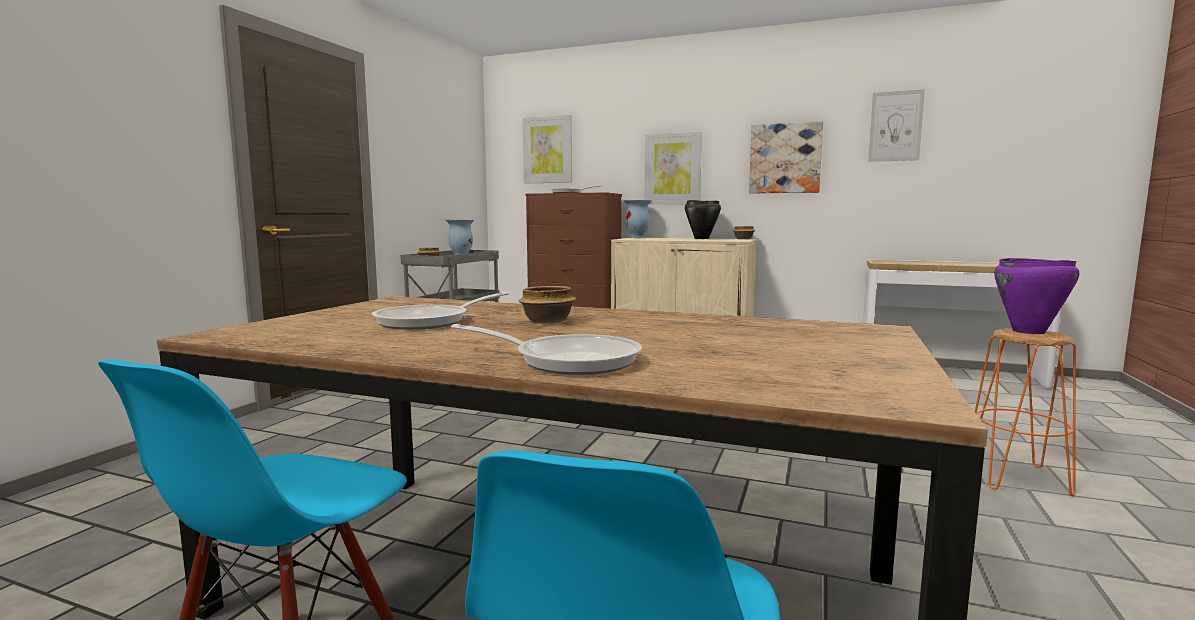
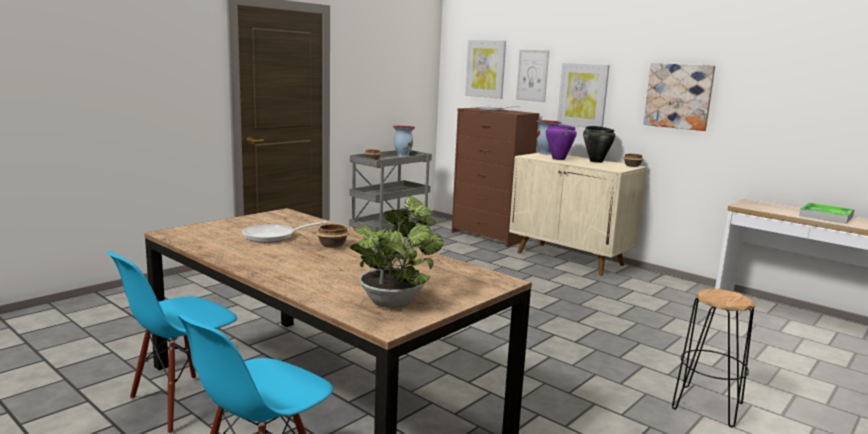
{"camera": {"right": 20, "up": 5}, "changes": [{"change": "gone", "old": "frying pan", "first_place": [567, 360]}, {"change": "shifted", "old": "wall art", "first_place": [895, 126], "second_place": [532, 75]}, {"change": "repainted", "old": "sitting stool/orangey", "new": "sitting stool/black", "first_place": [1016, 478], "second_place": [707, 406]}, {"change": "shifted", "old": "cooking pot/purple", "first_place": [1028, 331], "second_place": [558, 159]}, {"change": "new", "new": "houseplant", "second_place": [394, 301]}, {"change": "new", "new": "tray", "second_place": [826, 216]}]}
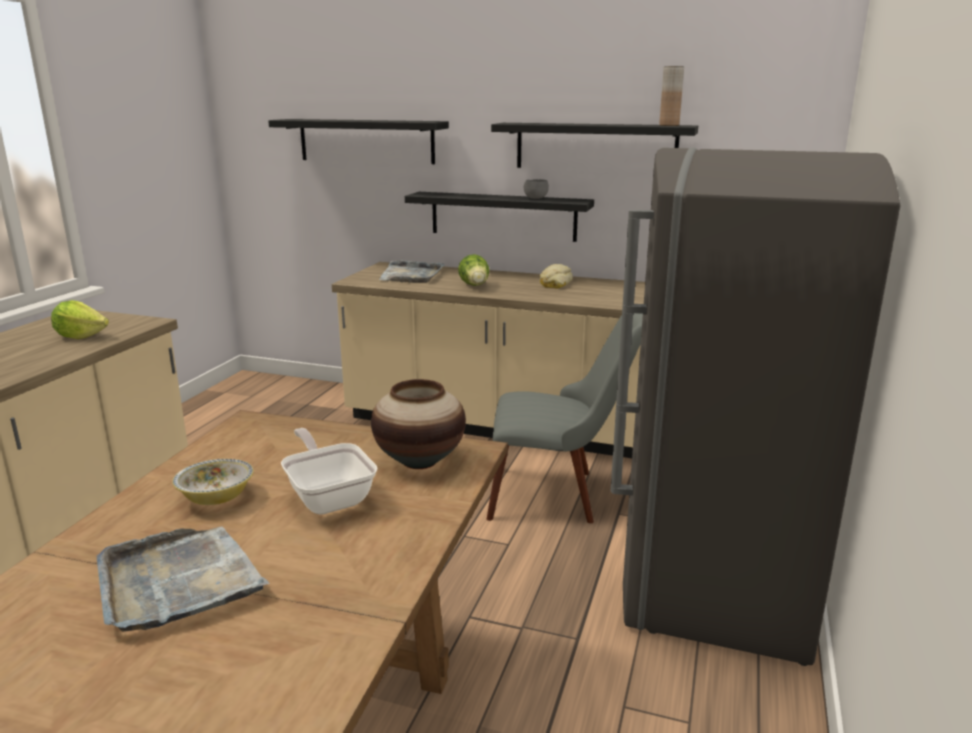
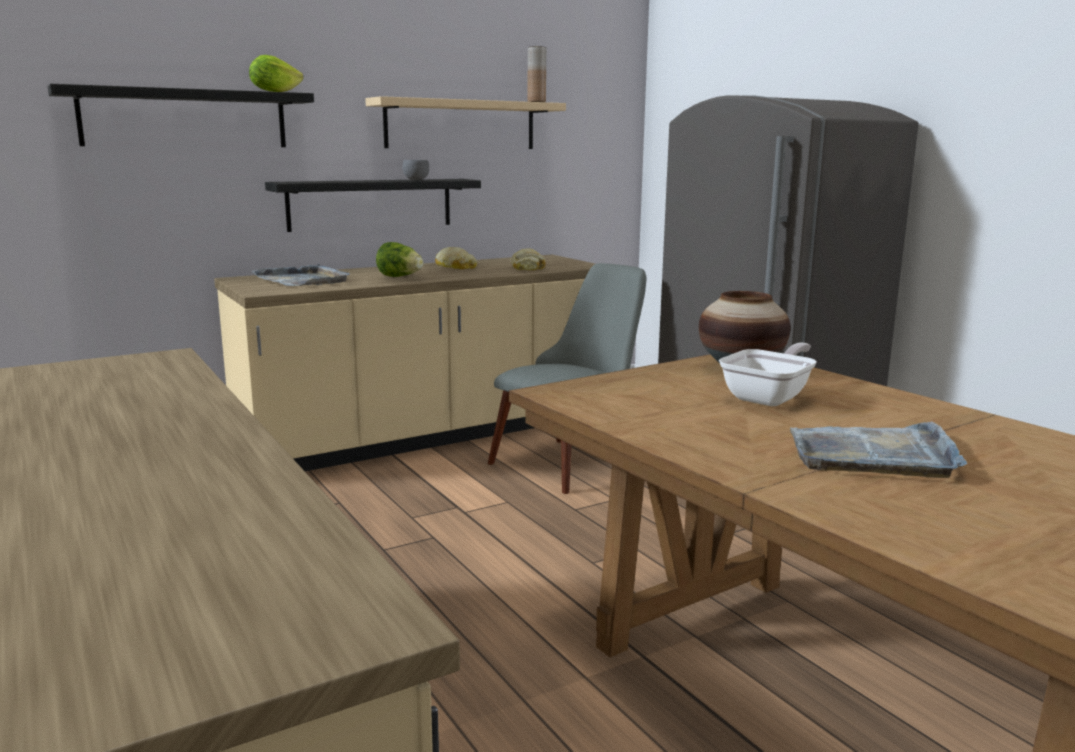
{"camera": {"right": -50, "up": -5}, "changes": [{"change": "shifted", "old": "lettuce", "first_place": [81, 336], "second_place": [274, 92]}, {"change": "gone", "old": "bowl", "first_place": [216, 498]}, {"change": "rotated", "old": "frying pan", "first_place": [329, 496], "second_place": [770, 397], "degrees": 120}, {"change": "repainted", "old": "bracket shelf/black", "new": "bracket shelf/sand-coloured", "first_place": [595, 147], "second_place": [461, 125]}, {"change": "new", "new": "bread", "second_place": [527, 267]}]}
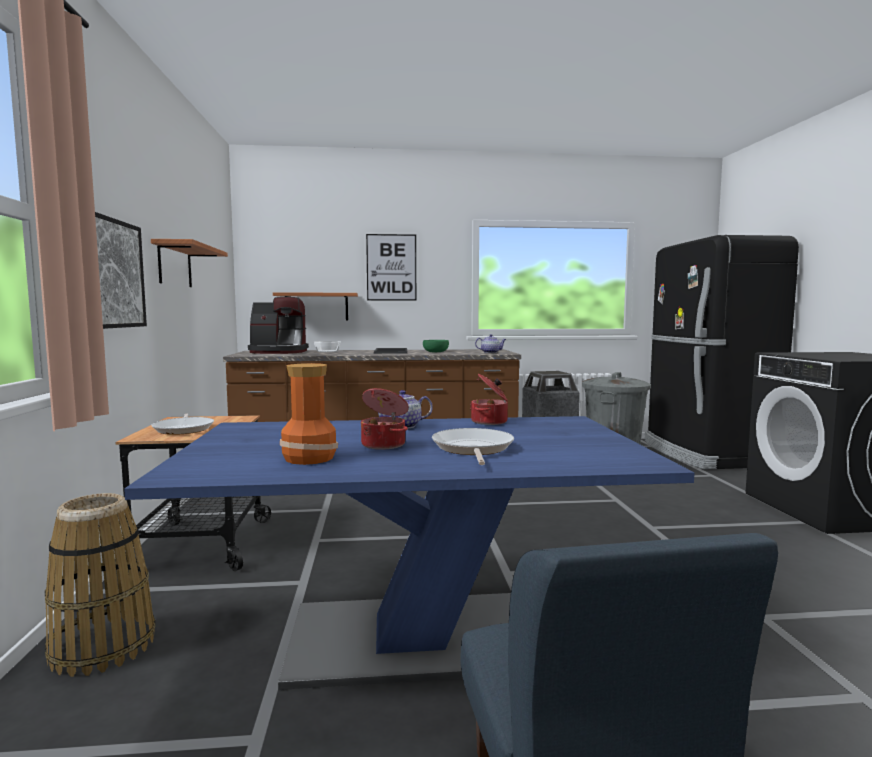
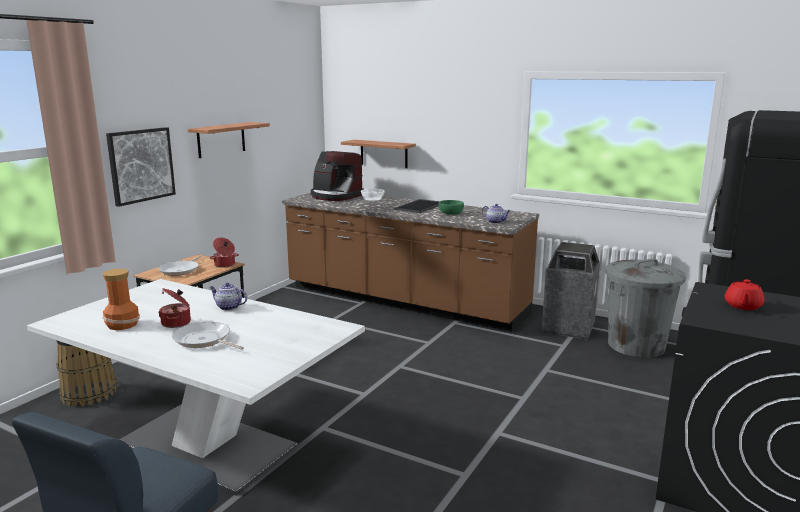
{"camera": {"right": 35, "up": 10}, "changes": [{"change": "repainted", "old": "kitchen table/blue-coloured", "new": "kitchen table/white", "first_place": [415, 638], "second_place": [207, 446]}, {"change": "gone", "old": "wall art", "first_place": [391, 267]}, {"change": "rotated", "old": "frying pan", "first_place": [472, 449], "second_place": [204, 340], "degrees": -90}, {"change": "shifted", "old": "cooking pot", "first_place": [490, 422], "second_place": [224, 265]}, {"change": "new", "new": "teapot/reddish", "second_place": [742, 306]}]}
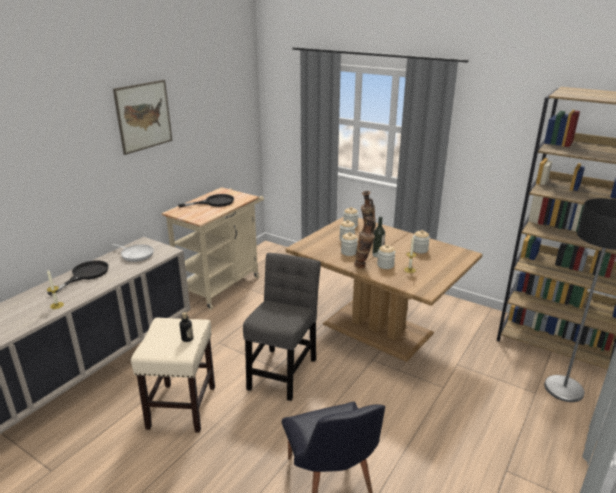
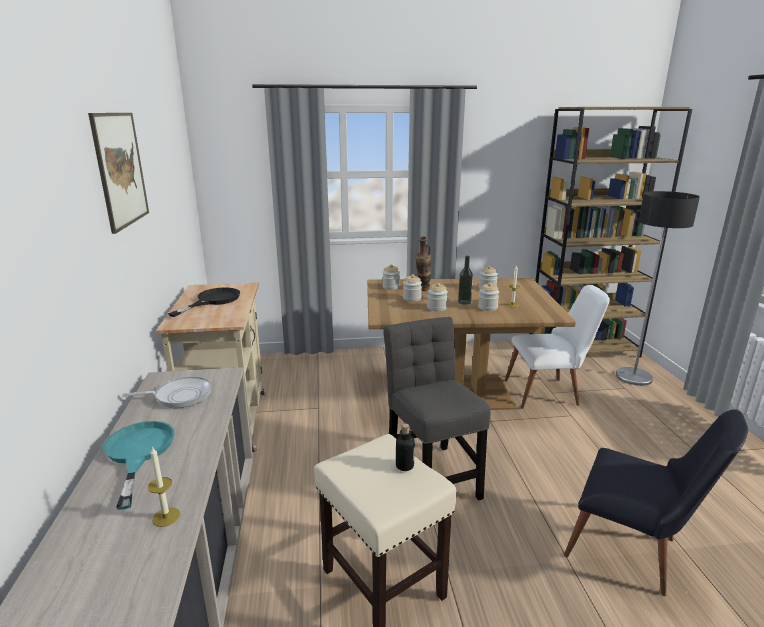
{"camera": {"right": -40, "up": -5}, "changes": [{"change": "repainted", "old": "frying pan/black", "new": "frying pan/turquoise", "first_place": [85, 275], "second_place": [138, 453]}, {"change": "gone", "old": "flower vase", "first_place": [363, 266]}, {"change": "new", "new": "chair/white", "second_place": [549, 393]}]}
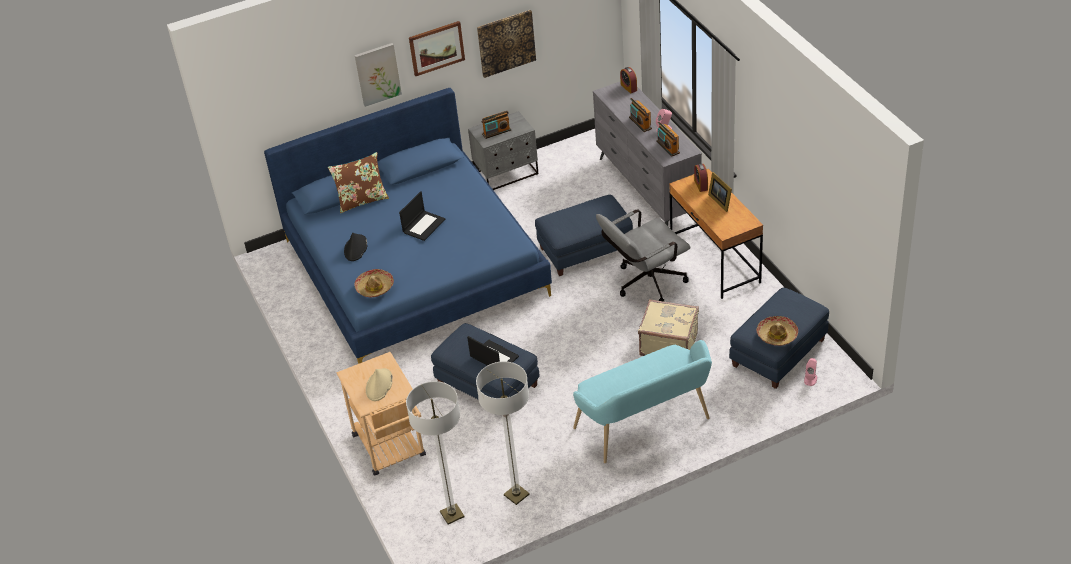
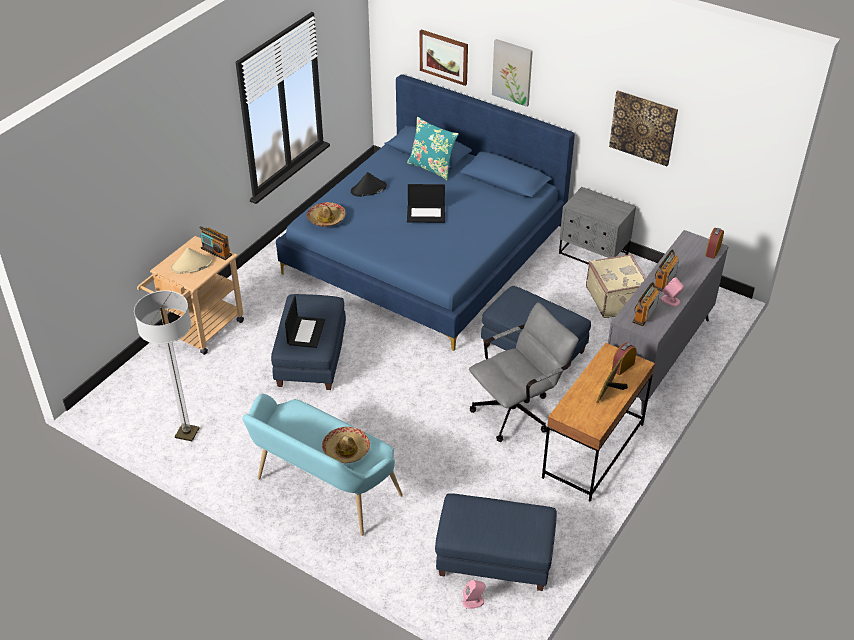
{"camera": {"right": 55, "up": 0}, "changes": [{"change": "repainted", "old": "cushion/brown-coloured", "new": "cushion/turquoise", "first_place": [362, 200], "second_place": [432, 167]}, {"change": "gone", "old": "standing lamp", "first_place": [452, 514]}, {"change": "shifted", "old": "wall art", "first_place": [436, 48], "second_place": [444, 57]}, {"change": "shifted", "old": "radio receiver", "first_place": [496, 132], "second_place": [216, 252]}, {"change": "rotated", "old": "office chair/grey", "first_place": [644, 284], "second_place": [518, 410], "degrees": 120}, {"change": "shifted", "old": "travel case/sand-coloured", "first_place": [668, 343], "second_place": [616, 299]}, {"change": "shifted", "old": "wearable hat", "first_place": [777, 335], "second_place": [346, 449]}]}
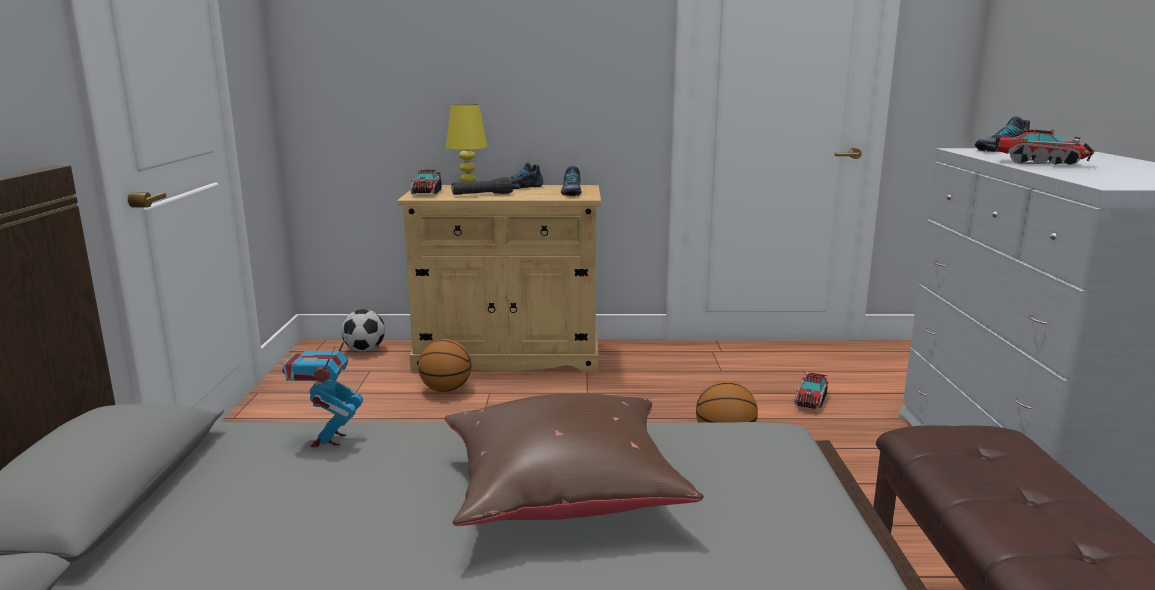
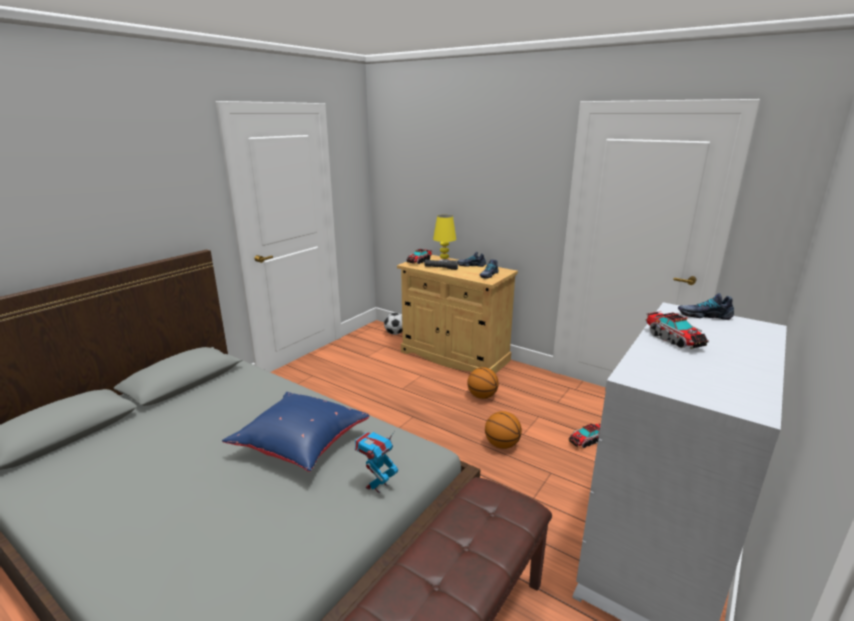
{"camera": {"right": 35, "up": 5}, "changes": [{"change": "shifted", "old": "toy robot", "first_place": [328, 440], "second_place": [377, 485]}, {"change": "shifted", "old": "ball for basketball", "first_place": [446, 389], "second_place": [482, 396]}, {"change": "repainted", "old": "cushion/brown-coloured", "new": "cushion/blue-coloured", "first_place": [564, 496], "second_place": [300, 445]}]}
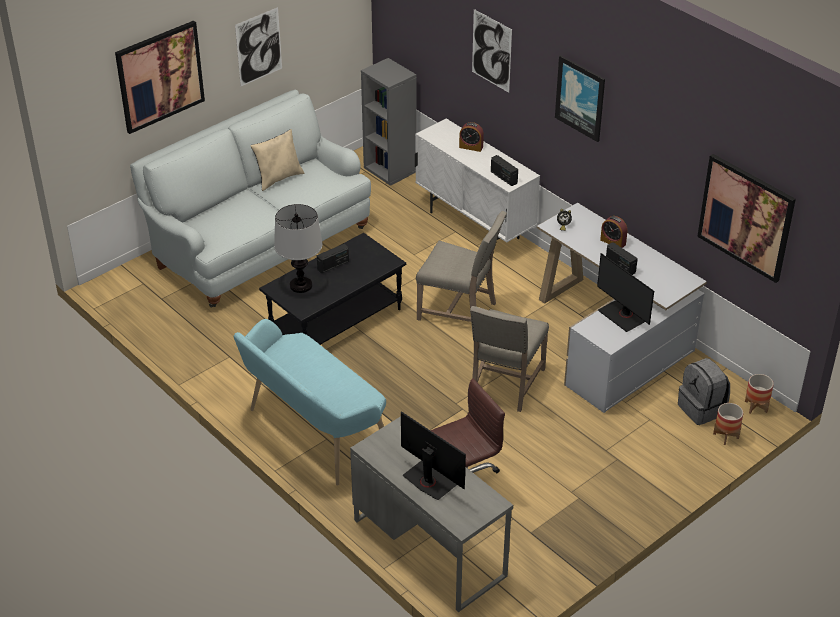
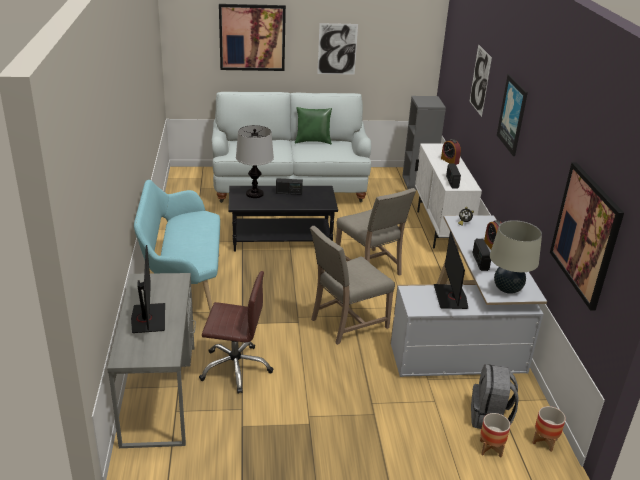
{"camera": {"right": 35, "up": -10}, "changes": [{"change": "repainted", "old": "cushion/sand-coloured", "new": "cushion/green", "first_place": [279, 178], "second_place": [313, 141]}, {"change": "new", "new": "lamp for a table/sand-coloured", "second_place": [507, 289]}]}
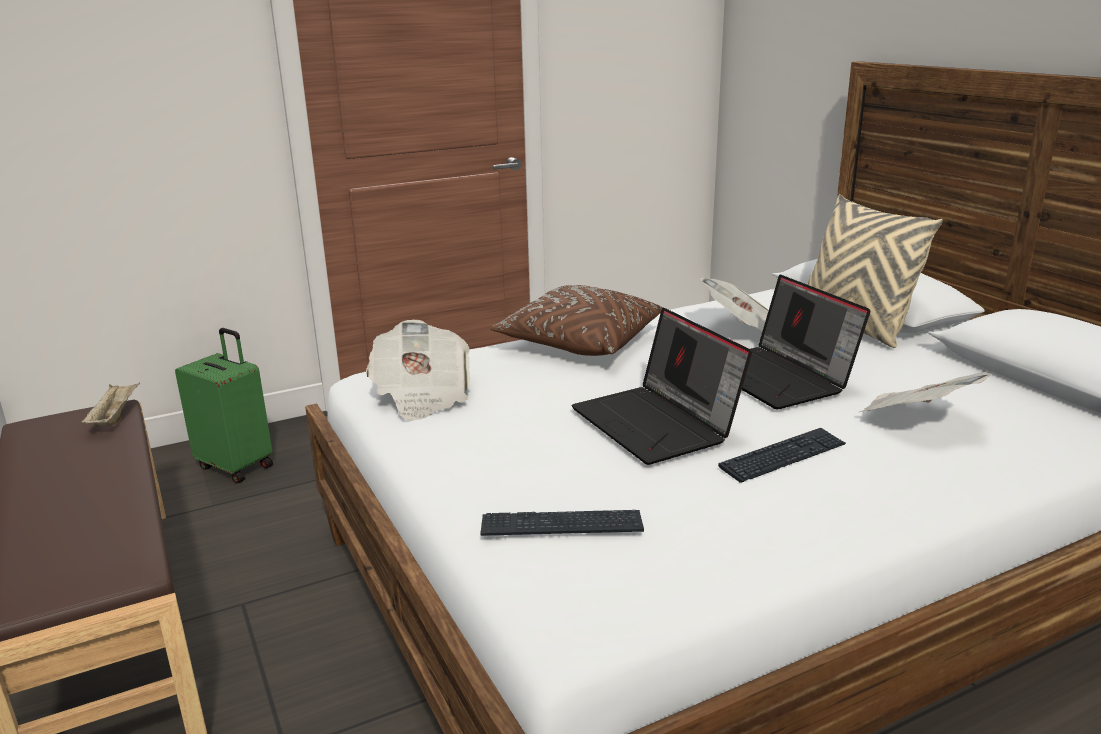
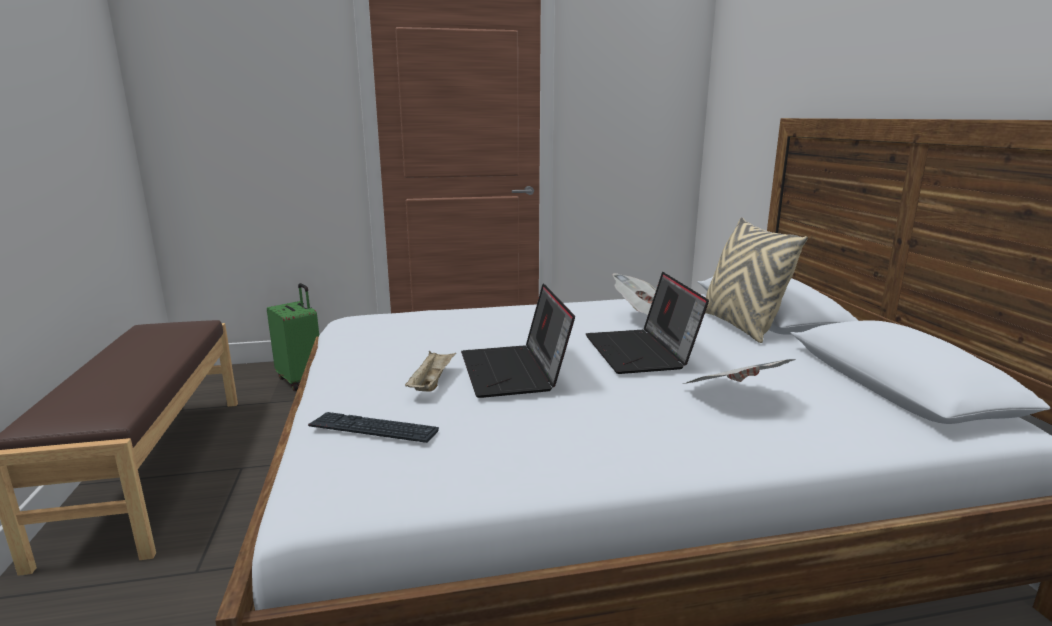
{"camera": {"right": 15, "up": -5}, "changes": [{"change": "shifted", "old": "tray/sand-coloured", "first_place": [114, 417], "second_place": [431, 383]}, {"change": "gone", "old": "daily paper", "first_place": [421, 396]}, {"change": "gone", "old": "cushion/brown-coloured", "first_place": [579, 343]}, {"change": "gone", "old": "keyboard", "first_place": [783, 457]}]}
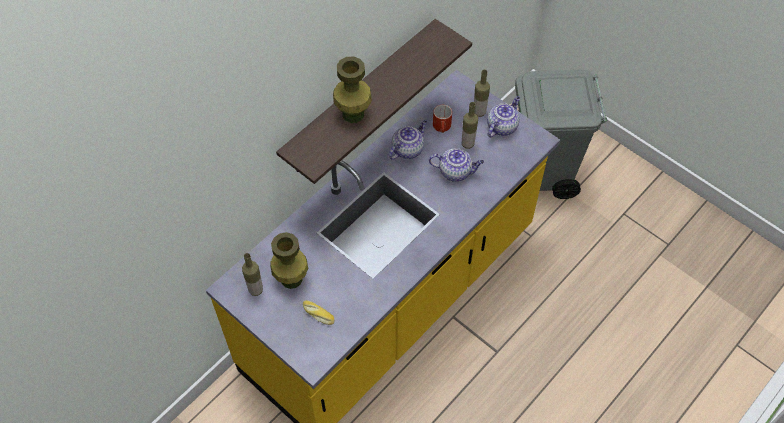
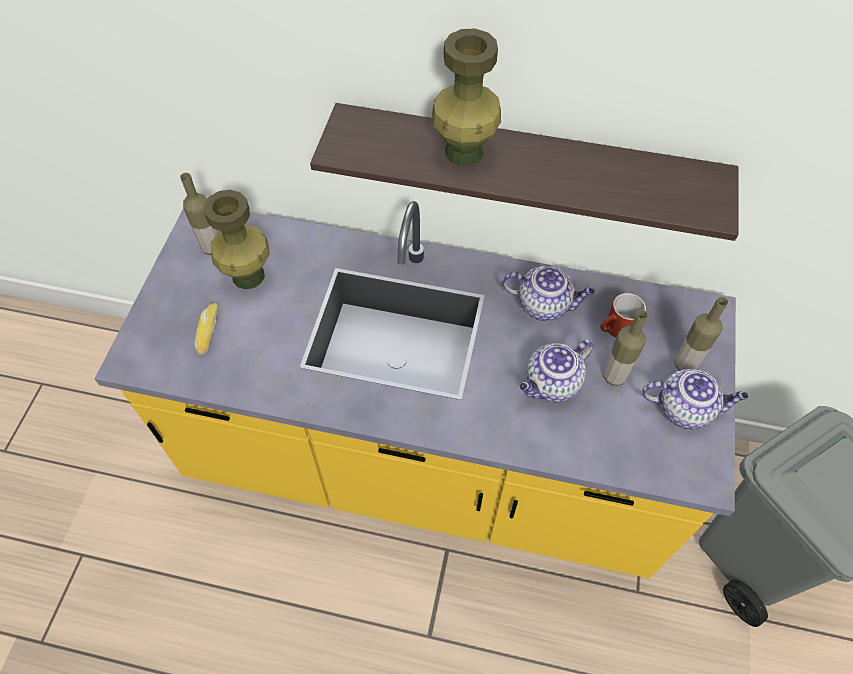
{"camera": {"right": 60, "up": 0}, "changes": [{"change": "rotated", "old": "teapot", "first_place": [455, 172], "second_place": [551, 385], "degrees": 75}]}
